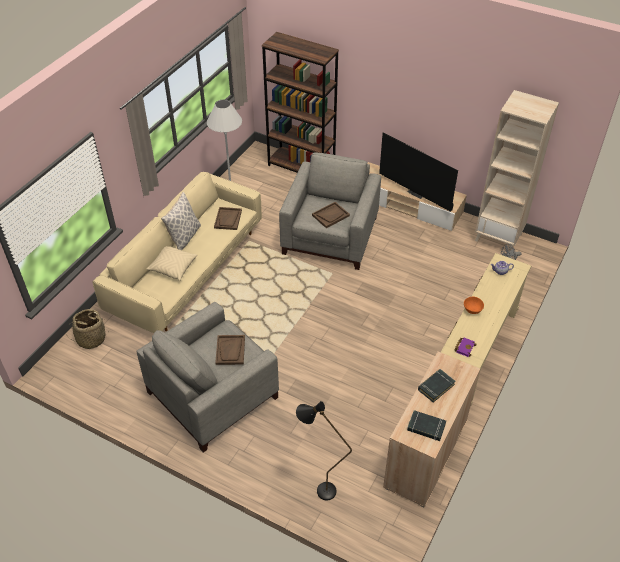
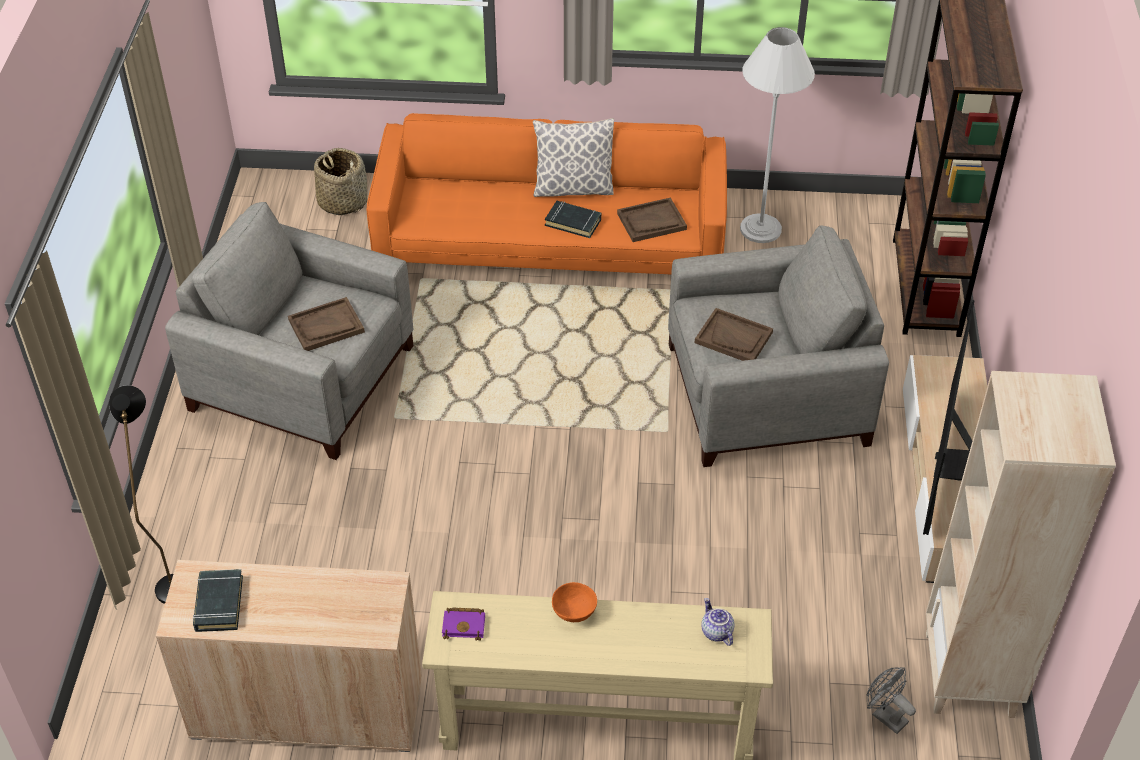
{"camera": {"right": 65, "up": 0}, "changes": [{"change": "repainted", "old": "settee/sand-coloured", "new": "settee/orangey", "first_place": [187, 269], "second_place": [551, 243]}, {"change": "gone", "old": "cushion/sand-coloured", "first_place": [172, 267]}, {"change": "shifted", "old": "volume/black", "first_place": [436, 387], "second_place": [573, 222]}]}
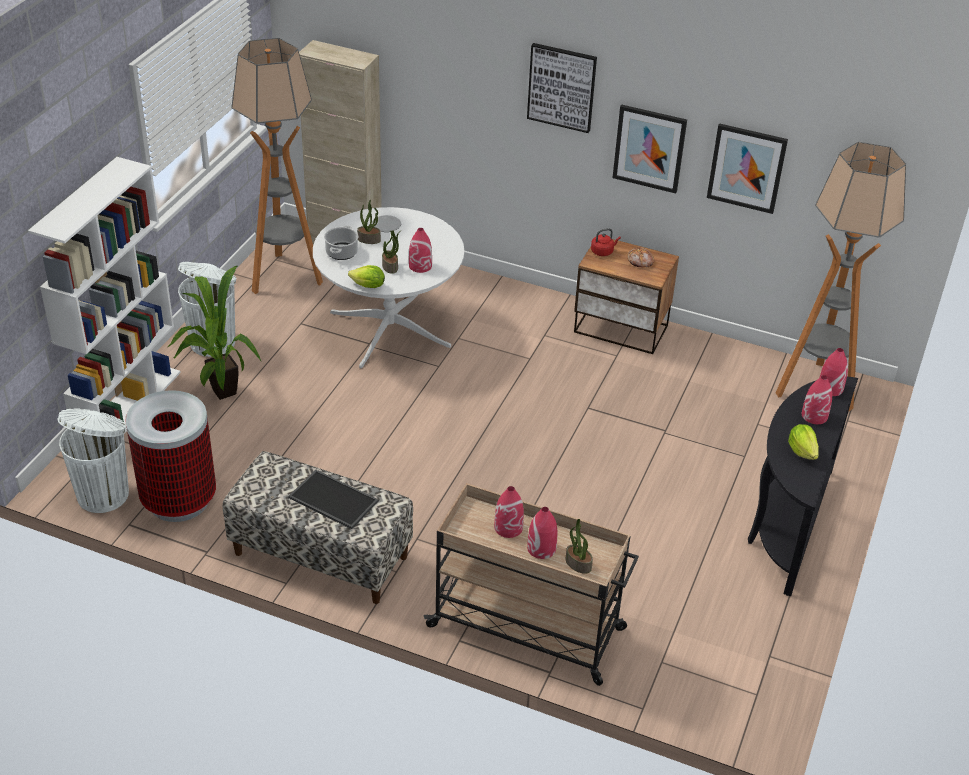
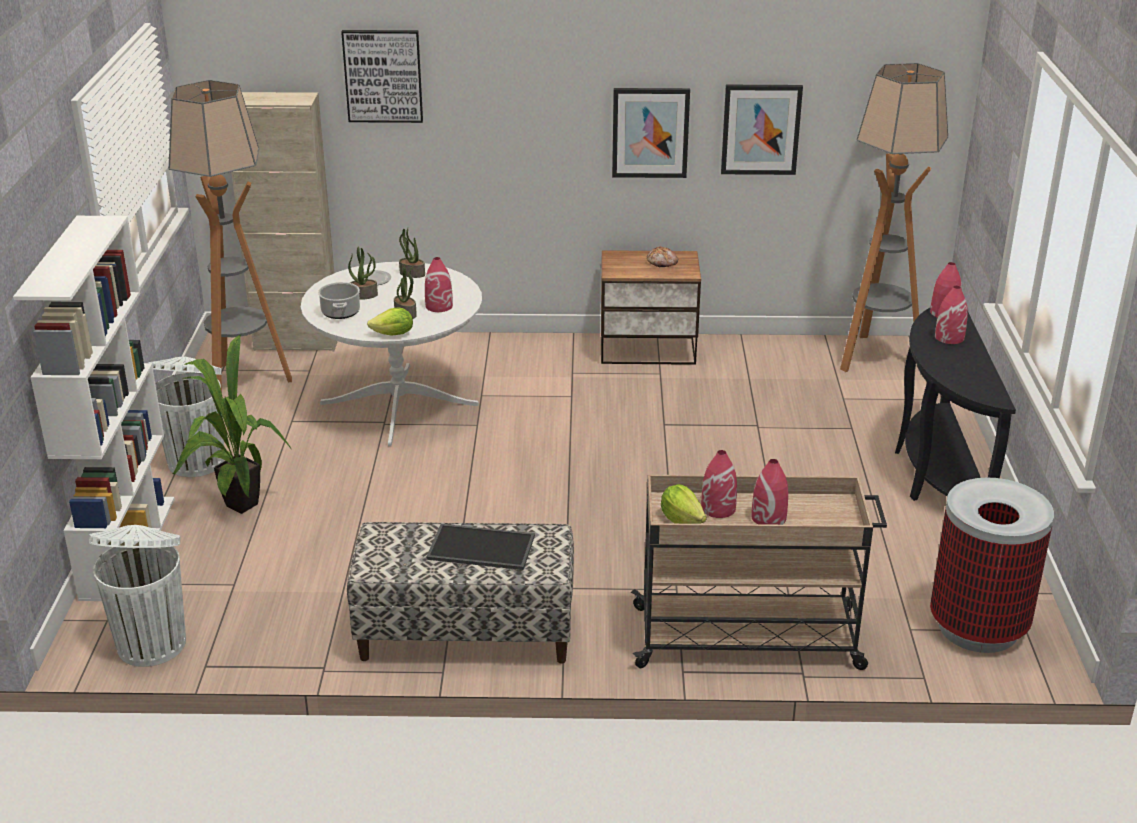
{"camera": {"right": -20, "up": -10}, "changes": [{"change": "shifted", "old": "rubbish bin", "first_place": [179, 500], "second_place": [977, 627]}, {"change": "shifted", "old": "wall art", "first_place": [562, 87], "second_place": [383, 75]}, {"change": "shifted", "old": "houseplant", "first_place": [577, 564], "second_place": [411, 274]}, {"change": "gone", "old": "water kettle/reddish", "first_place": [603, 251]}, {"change": "shifted", "old": "lettuce", "first_place": [802, 451], "second_place": [682, 519]}]}
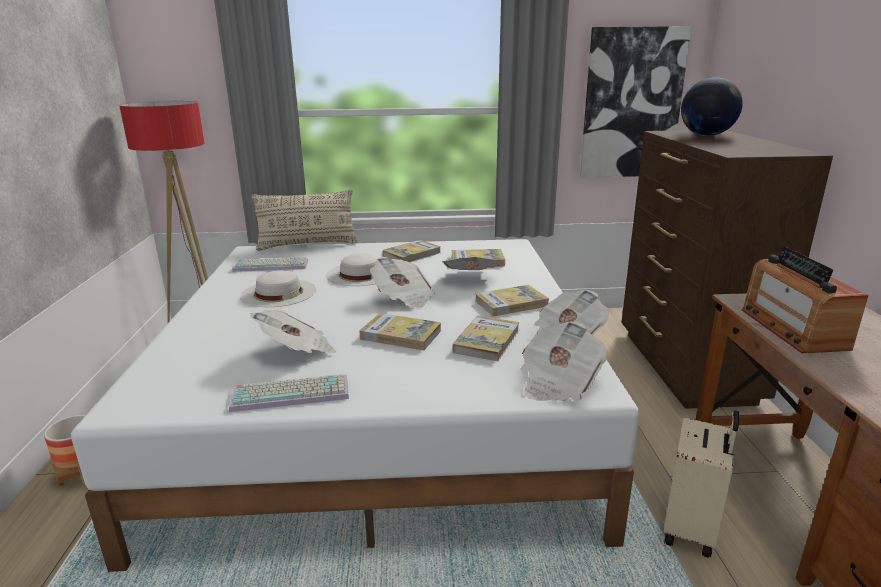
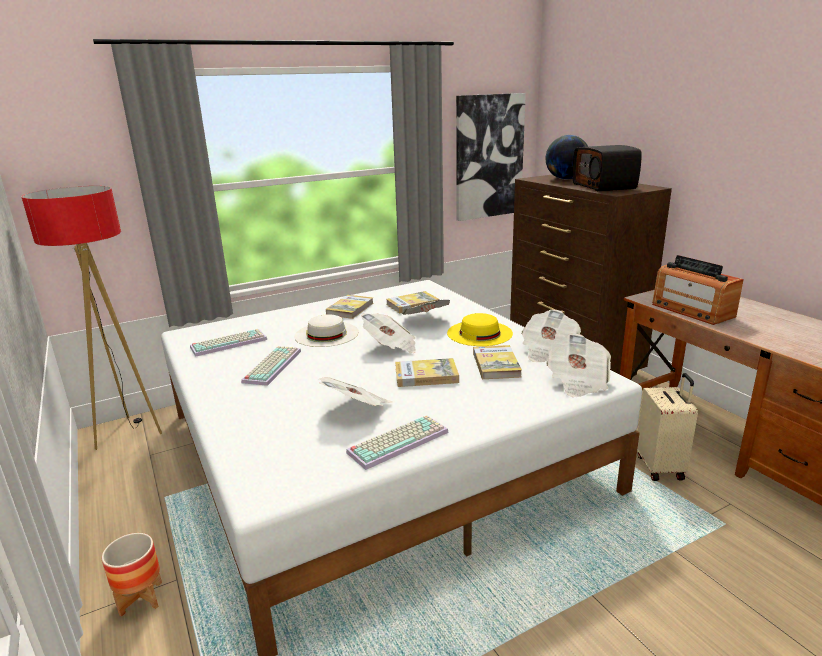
{"camera": {"right": -25, "up": 0}, "changes": [{"change": "swapped", "old": "wearable hat/white", "new": "keyboard", "first_place": [278, 293], "second_place": [271, 365]}, {"change": "gone", "old": "cushion/sand-coloured", "first_place": [308, 245]}, {"change": "swapped", "old": "volume", "new": "wearable hat/yellow", "first_place": [511, 303], "second_place": [479, 333]}, {"change": "new", "new": "radio receiver", "second_place": [605, 186]}]}
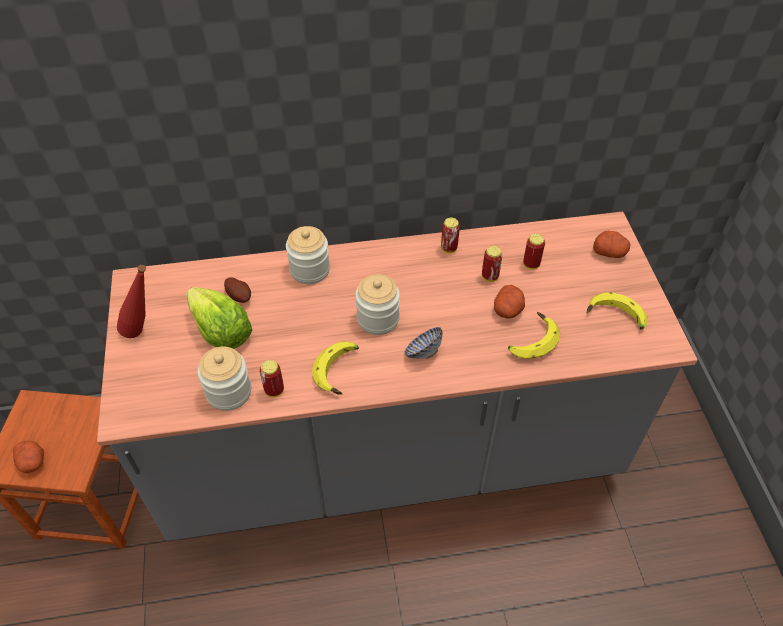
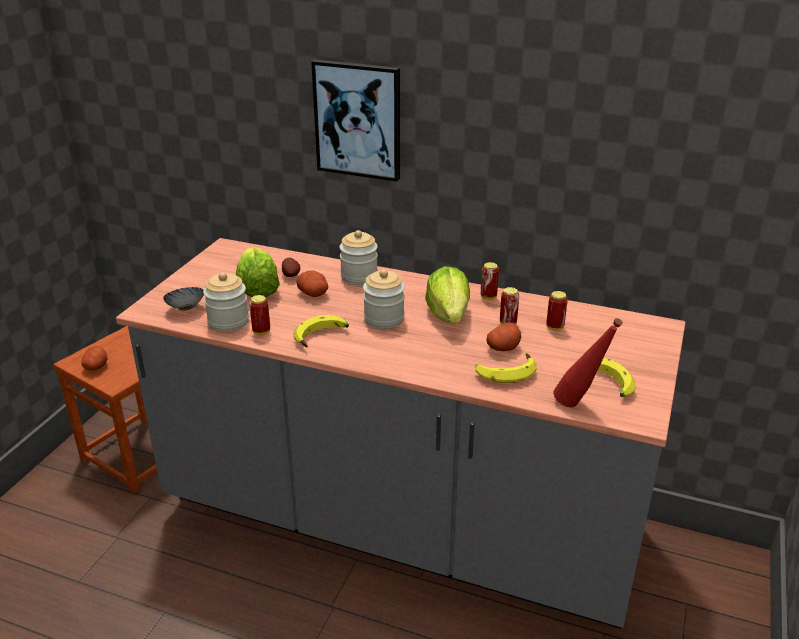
{"camera": {"right": 30, "up": -20}, "changes": [{"change": "shifted", "old": "bottle/reddish", "first_place": [145, 332], "second_place": [580, 406]}, {"change": "shifted", "old": "bowl", "first_place": [423, 352], "second_place": [186, 309]}, {"change": "shifted", "old": "spud", "first_place": [609, 252], "second_place": [314, 293]}, {"change": "new", "new": "wall art", "second_place": [358, 120]}, {"change": "new", "new": "lettuce", "second_place": [448, 315]}]}
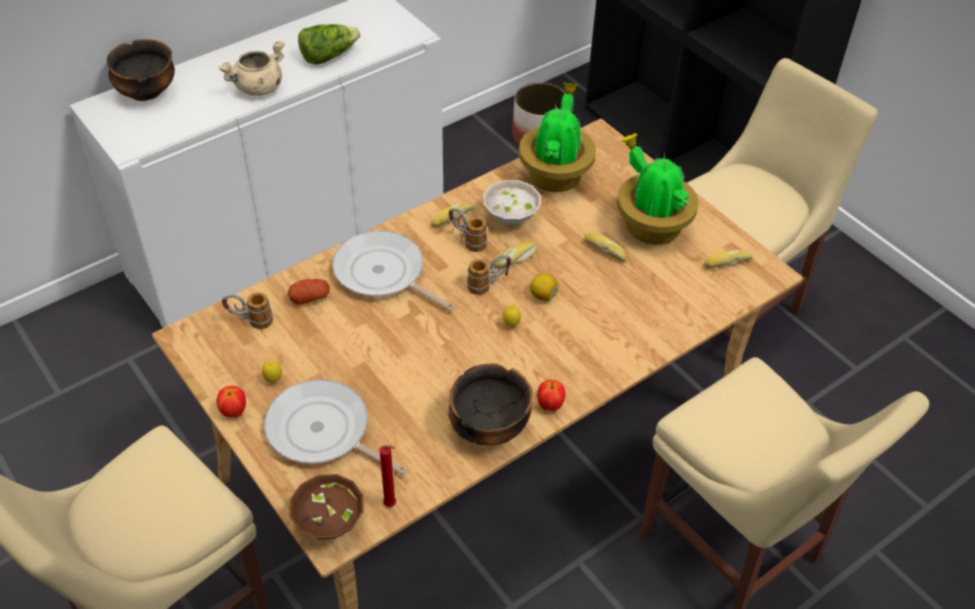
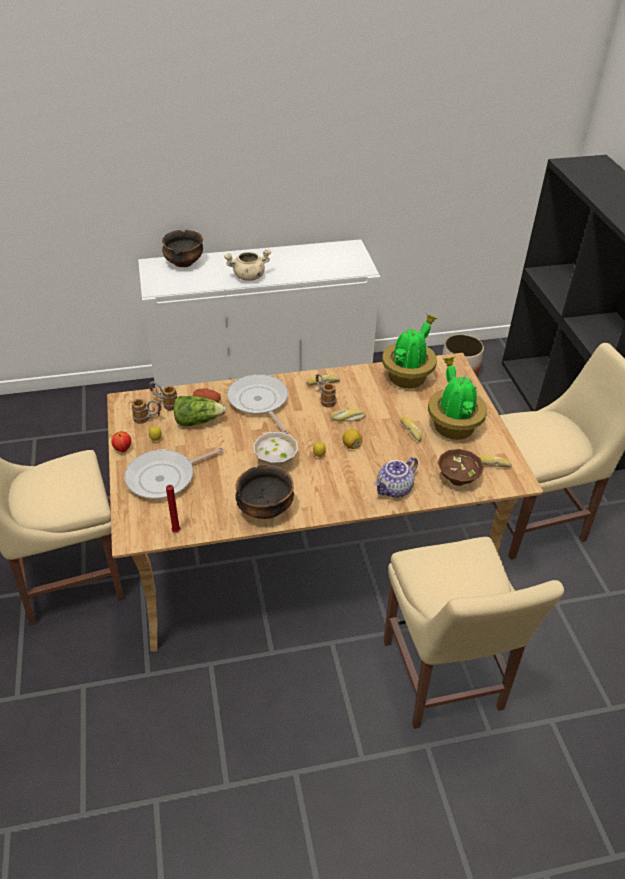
{"camera": {"right": 25, "up": -5}, "changes": [{"change": "rotated", "old": "frying pan", "first_place": [323, 432], "second_place": [165, 477], "degrees": -90}, {"change": "shifted", "old": "bowl/brown-coloured", "first_place": [328, 525], "second_place": [456, 480]}, {"change": "shifted", "old": "lettuce", "first_place": [328, 56], "second_place": [198, 421]}, {"change": "shifted", "old": "mug", "first_place": [488, 285], "second_place": [148, 419]}, {"change": "shifted", "old": "bowl/white", "first_place": [510, 220], "second_place": [275, 462]}, {"change": "gone", "old": "apple", "first_place": [550, 405]}, {"change": "new", "new": "teapot", "second_place": [394, 489]}]}
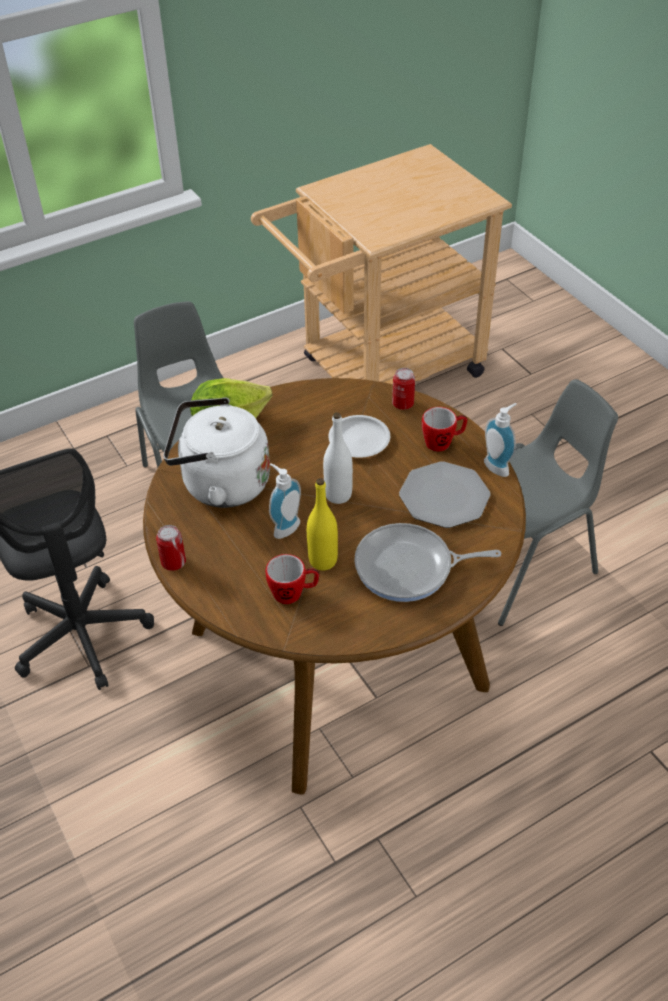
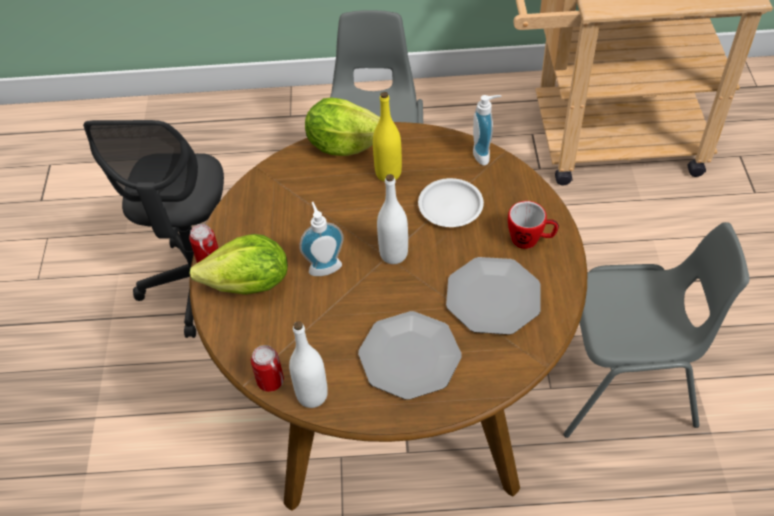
{"camera": {"right": 30, "up": 5}, "changes": [{"change": "gone", "old": "water kettle/white", "first_place": [220, 484]}, {"change": "gone", "old": "mug", "first_place": [293, 593]}, {"change": "shifted", "old": "bottle/yellow", "first_place": [323, 560], "second_place": [388, 173]}, {"change": "swapped", "old": "frying pan", "new": "dinner plate", "first_place": [409, 568], "second_place": [409, 356]}, {"change": "shifted", "old": "can", "first_place": [403, 404], "second_place": [270, 381]}, {"change": "shifted", "old": "soap bottle", "first_place": [499, 466], "second_place": [485, 154]}, {"change": "new", "new": "lettuce", "second_place": [249, 285]}, {"change": "new", "new": "bottle/white", "second_place": [312, 395]}]}
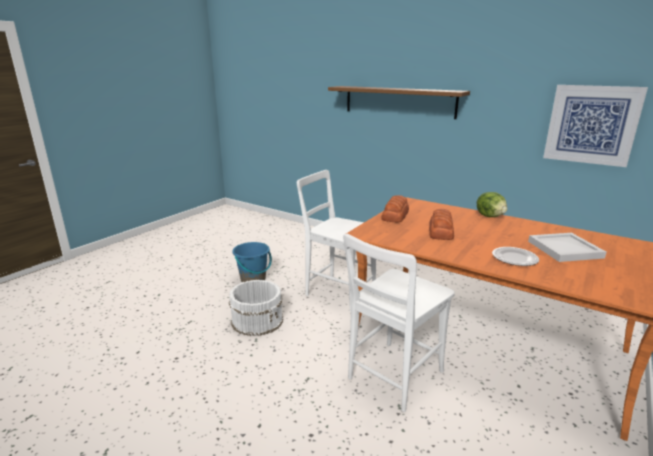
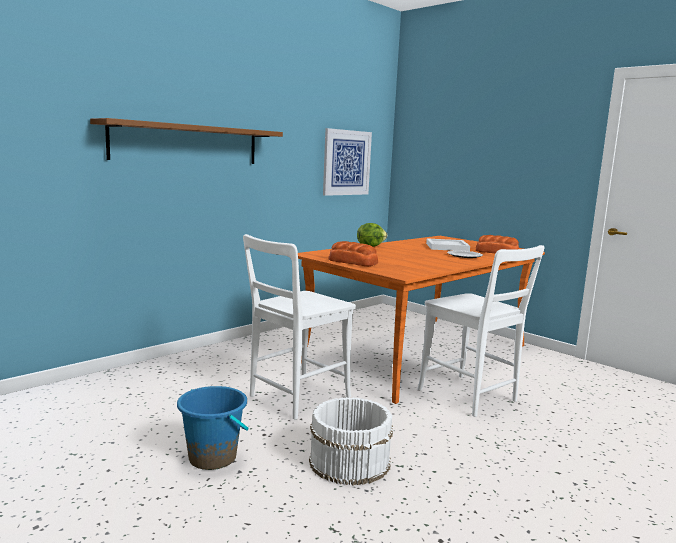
{"camera": {"right": -80, "up": -10}, "changes": [{"change": "shifted", "old": "bread", "first_place": [441, 231], "second_place": [496, 252]}]}
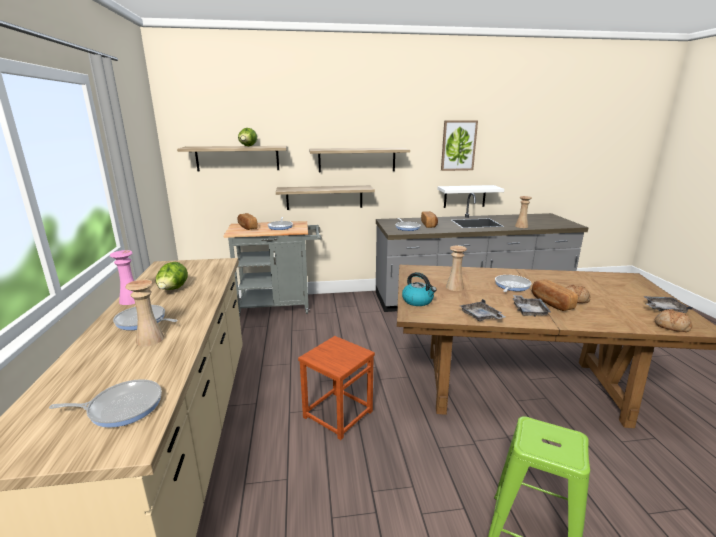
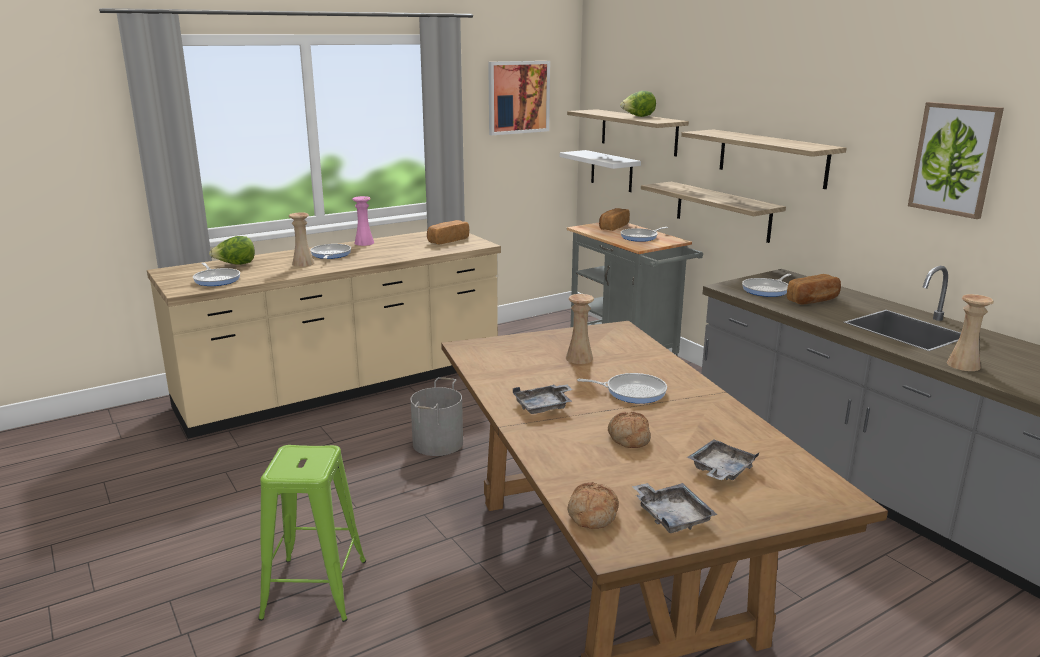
{"camera": {"right": 65, "up": 0}, "changes": [{"change": "shifted", "old": "lettuce", "first_place": [173, 290], "second_place": [235, 265]}, {"change": "swapped", "old": "sitting stool/brown-coloured", "new": "water bucket/grey", "first_place": [337, 414], "second_place": [438, 443]}, {"change": "gone", "old": "water kettle", "first_place": [418, 301]}, {"change": "shifted", "old": "bracket shelf/white", "first_place": [464, 196], "second_place": [611, 171]}, {"change": "shifted", "old": "tray/grey", "first_place": [481, 317], "second_place": [720, 470]}, {"change": "shifted", "old": "bread", "first_place": [551, 303], "second_place": [447, 240]}, {"change": "new", "new": "wall art", "second_place": [518, 97]}]}
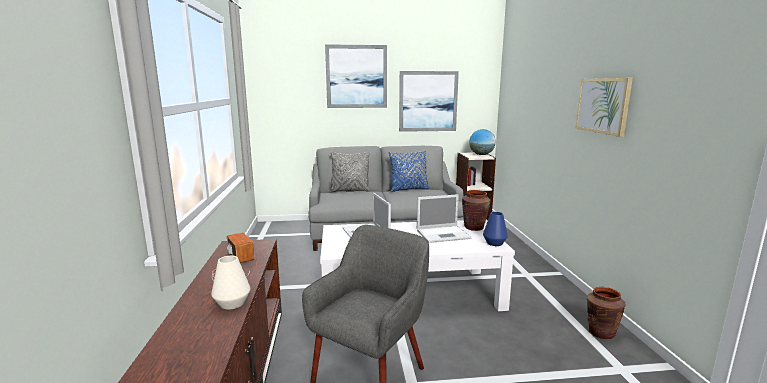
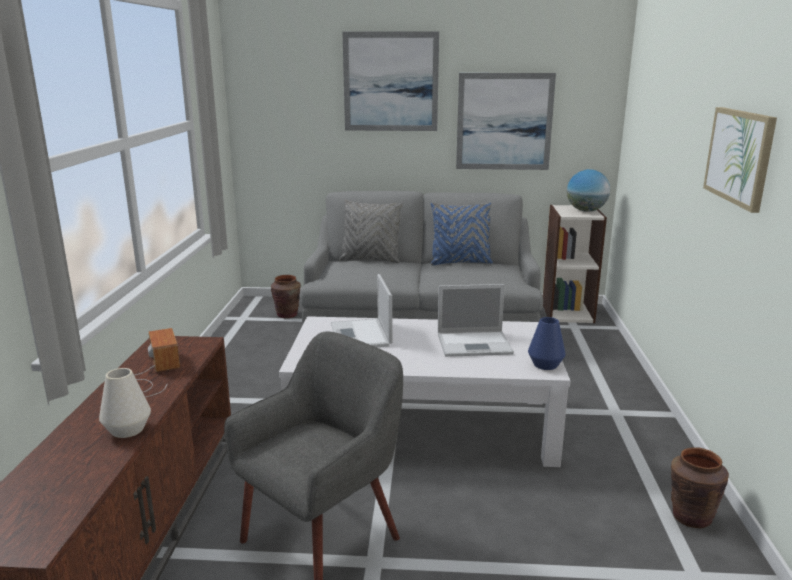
{"camera": {"right": 10, "up": 5}, "changes": [{"change": "shifted", "old": "flower vase/brown-coloured", "first_place": [474, 227], "second_place": [287, 315]}]}
